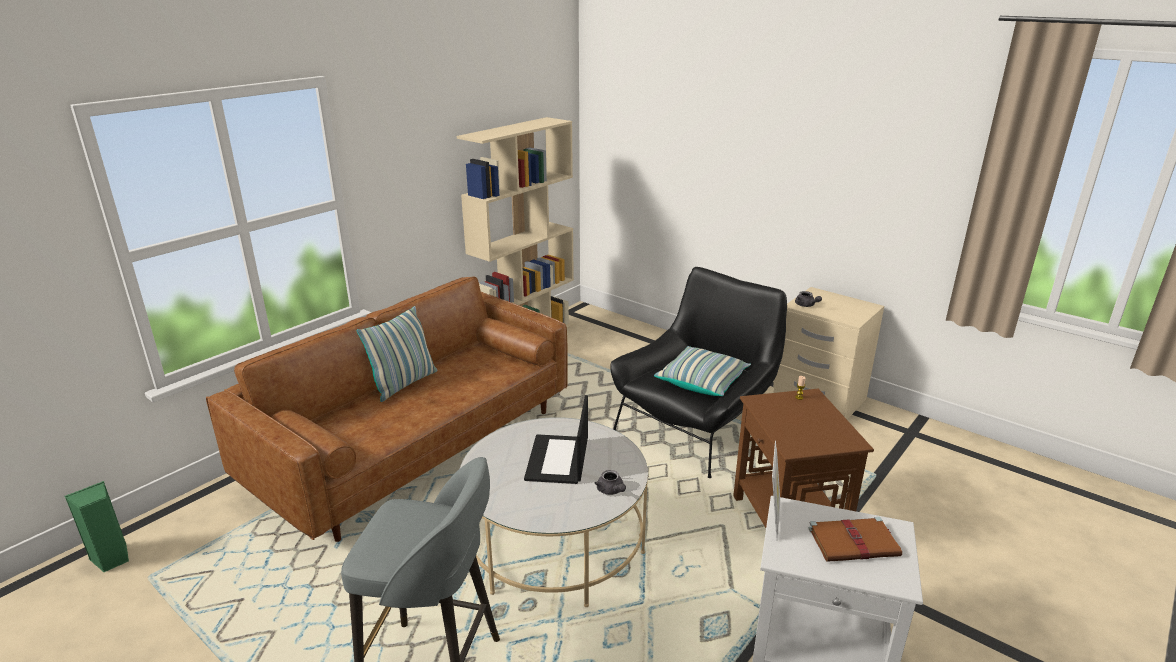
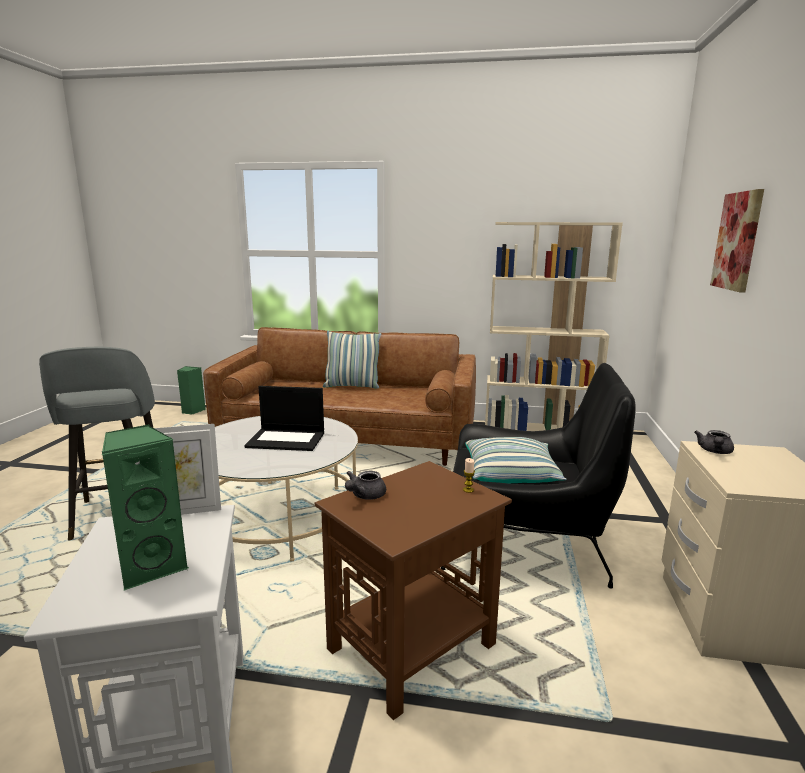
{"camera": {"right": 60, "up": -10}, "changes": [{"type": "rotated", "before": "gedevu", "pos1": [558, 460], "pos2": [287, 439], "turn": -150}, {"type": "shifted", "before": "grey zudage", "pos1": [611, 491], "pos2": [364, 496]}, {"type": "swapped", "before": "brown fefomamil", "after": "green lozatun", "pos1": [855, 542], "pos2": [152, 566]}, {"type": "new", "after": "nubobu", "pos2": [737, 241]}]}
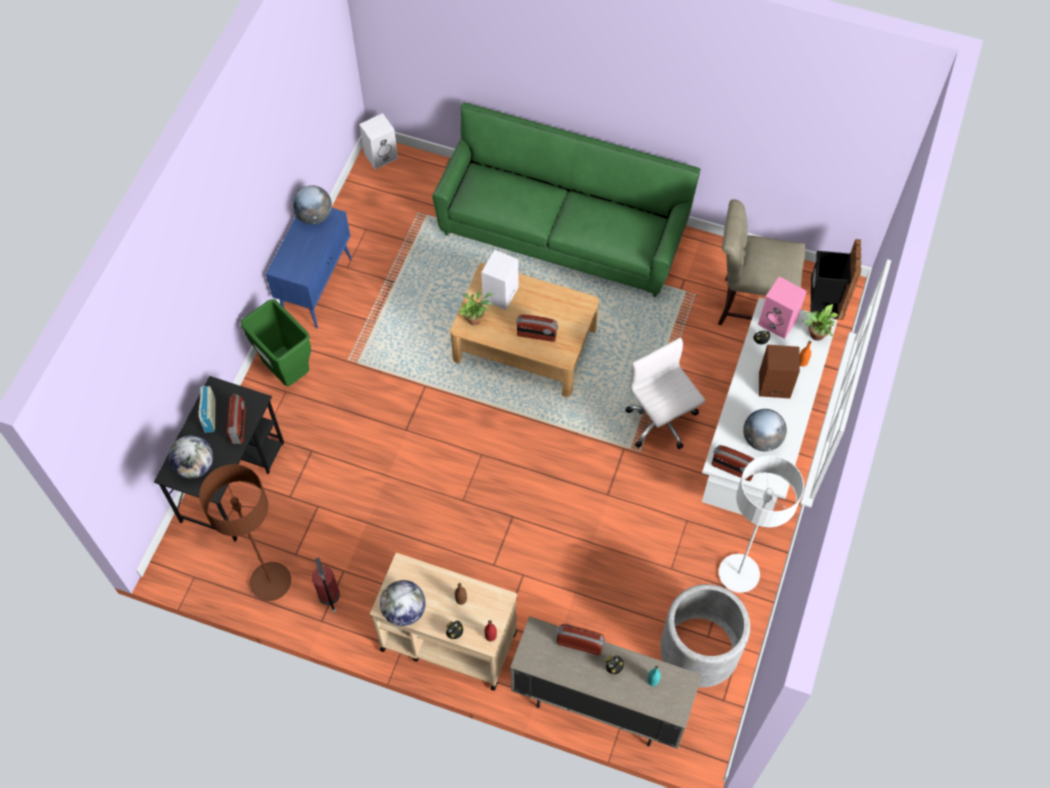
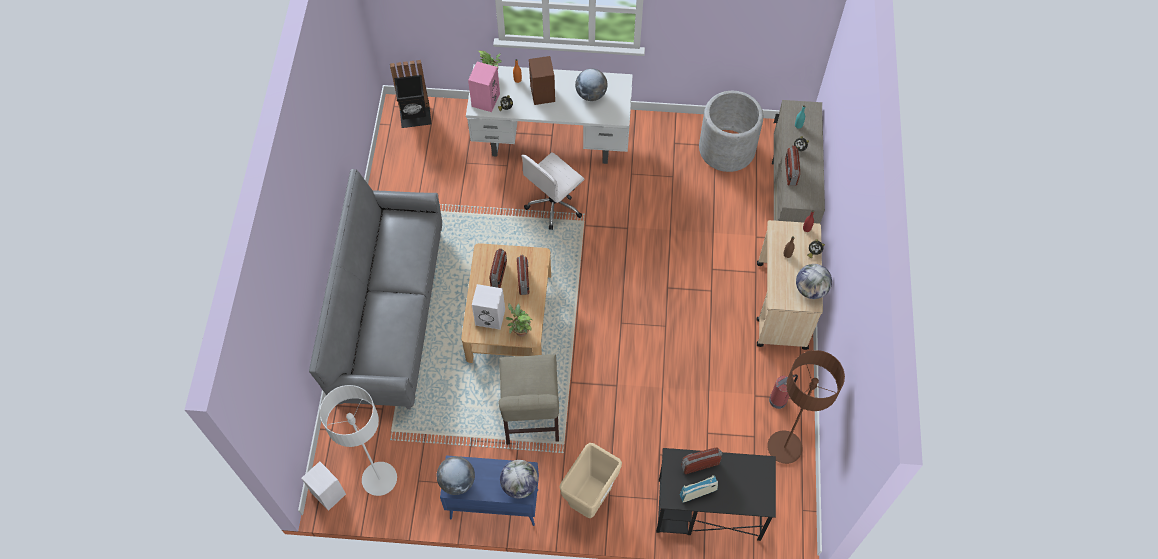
{"camera": {"right": -105, "up": 0}, "changes": [{"type": "repainted", "before": "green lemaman", "after": "grey lemaman", "pos1": [562, 234], "pos2": [389, 313]}, {"type": "shifted", "before": "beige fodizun", "pos1": [749, 305], "pos2": [531, 419]}, {"type": "repainted", "before": "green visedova", "after": "beige visedova", "pos1": [287, 372], "pos2": [589, 500]}, {"type": "shifted", "before": "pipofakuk", "pos1": [195, 466], "pos2": [519, 484]}, {"type": "shifted", "before": "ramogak", "pos1": [732, 469], "pos2": [499, 274]}, {"type": "shifted", "before": "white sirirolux", "pos1": [738, 574], "pos2": [379, 479]}]}
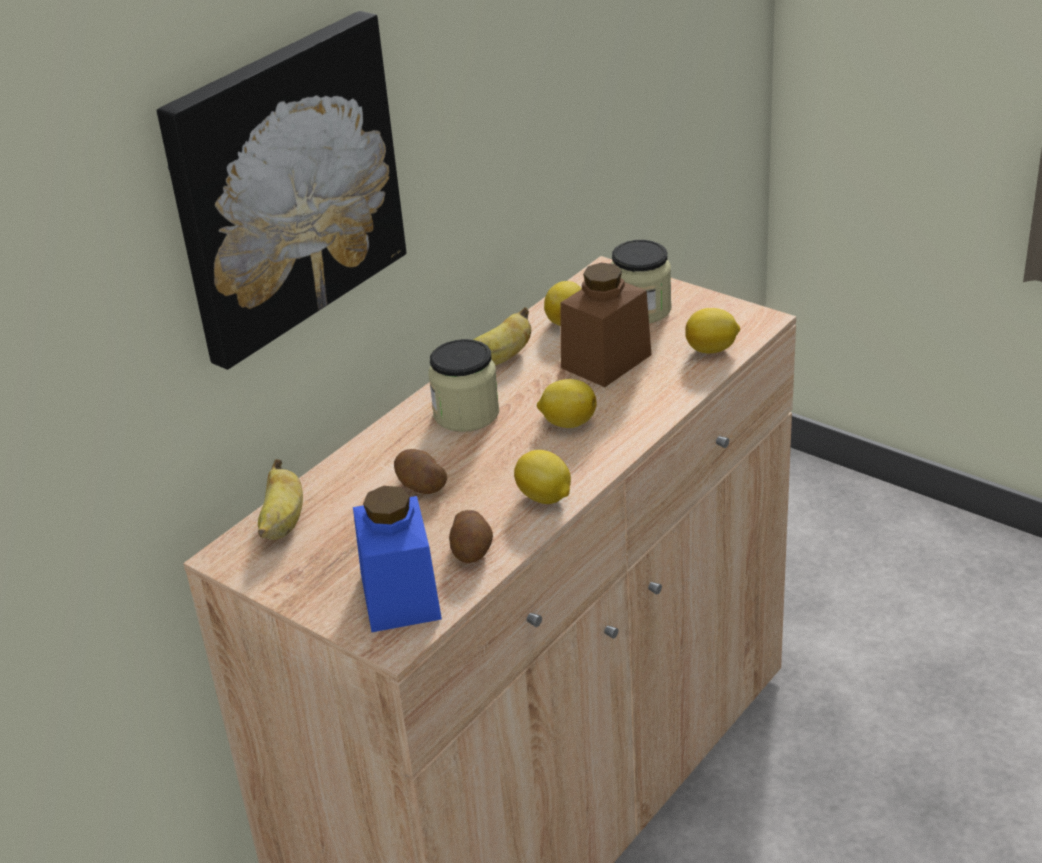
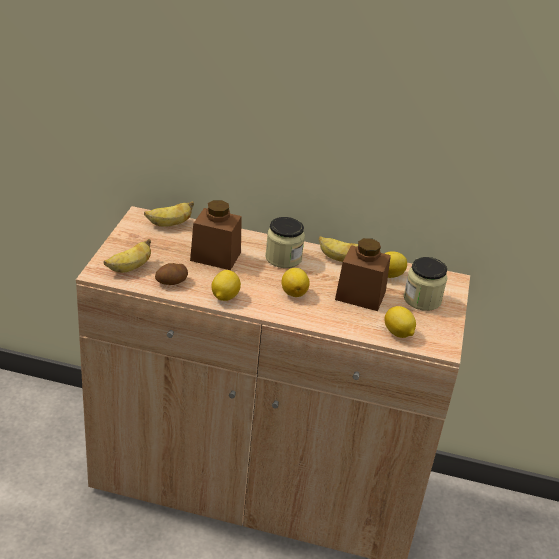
{"camera": {"right": 60, "up": 0}, "changes": [{"type": "gone", "before": "nubobu", "pos1": [283, 185]}, {"type": "swapped", "before": "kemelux", "after": "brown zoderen", "pos1": [420, 486], "pos2": [215, 256]}, {"type": "swapped", "before": "blue zoderen", "after": "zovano", "pos1": [400, 597], "pos2": [129, 268]}]}
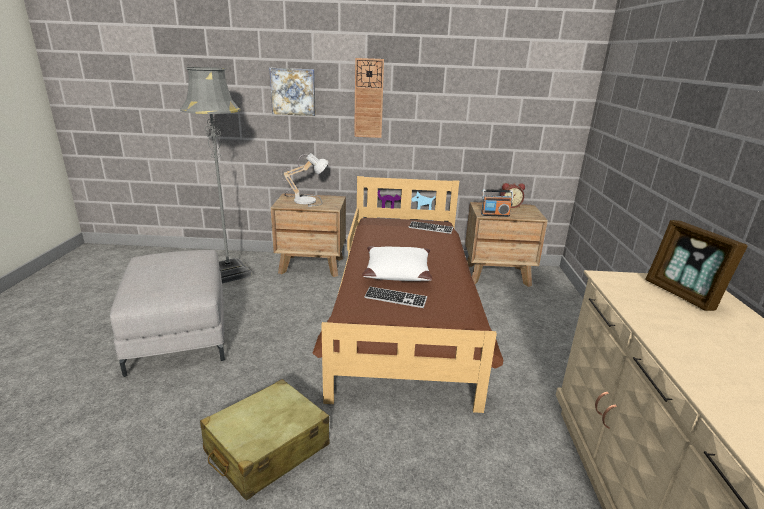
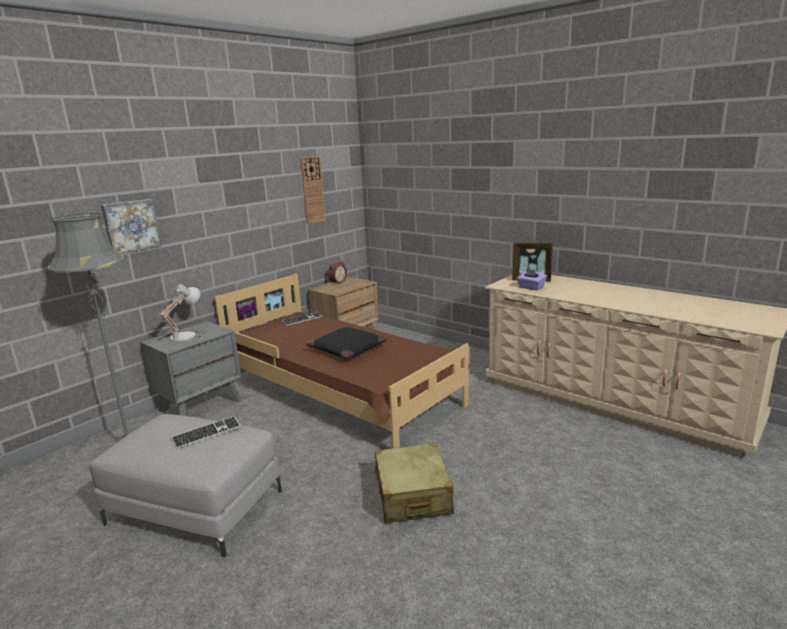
{"camera": {"right": -50, "up": -5}, "changes": [{"type": "shifted", "before": "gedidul", "pos1": [368, 98], "pos2": [312, 189]}, {"type": "gone", "before": "ramogak", "pos1": [495, 215]}, {"type": "repainted", "before": "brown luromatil", "after": "grey luromatil", "pos1": [312, 265], "pos2": [200, 405]}, {"type": "repainted", "before": "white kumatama", "after": "black kumatama", "pos1": [396, 271], "pos2": [347, 350]}, {"type": "shifted", "before": "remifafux", "pos1": [395, 299], "pos2": [207, 433]}, {"type": "new", "after": "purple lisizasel", "pos2": [531, 288]}]}
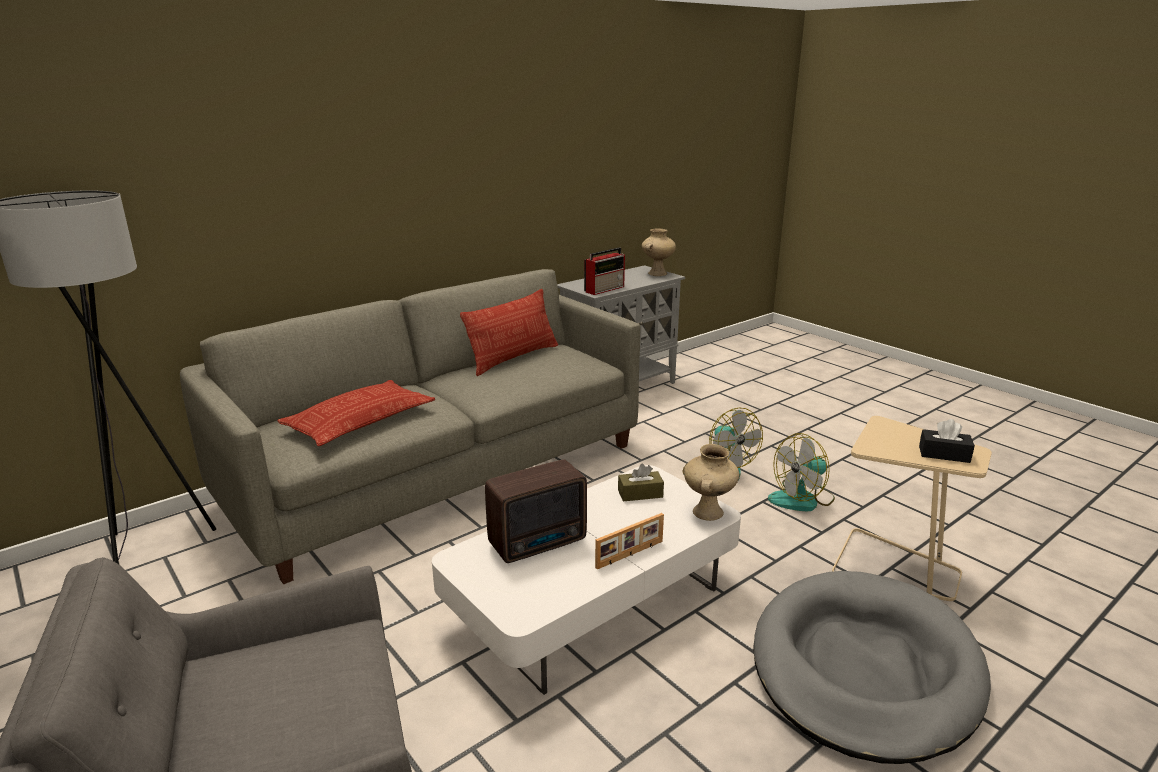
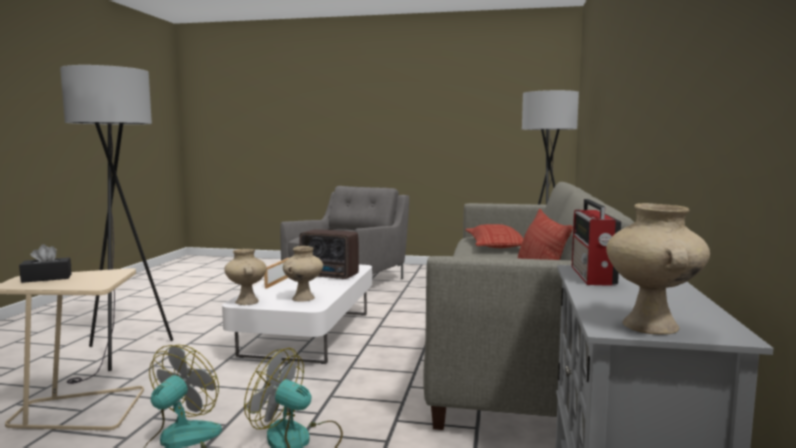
{"camera": {"right": 140, "up": -15}, "changes": [{"type": "rotated", "before": "ramogak", "pos1": [540, 543], "pos2": [330, 276], "turn": -90}, {"type": "swapped", "before": "brown lisizasel", "after": "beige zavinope", "pos1": [640, 494], "pos2": [303, 298]}, {"type": "swapped", "before": "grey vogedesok", "after": "grey sirirolux", "pos1": [864, 668], "pos2": [124, 355]}]}
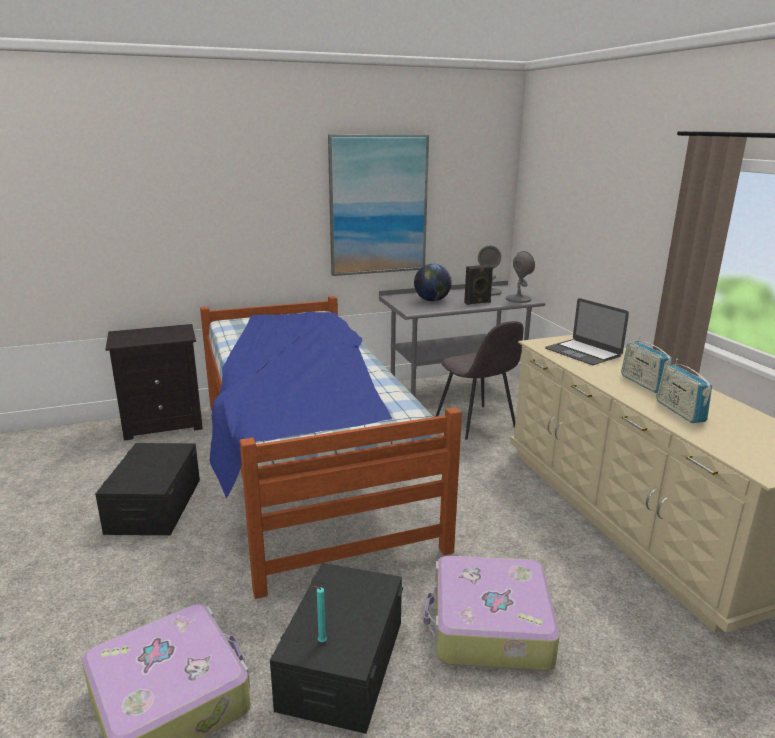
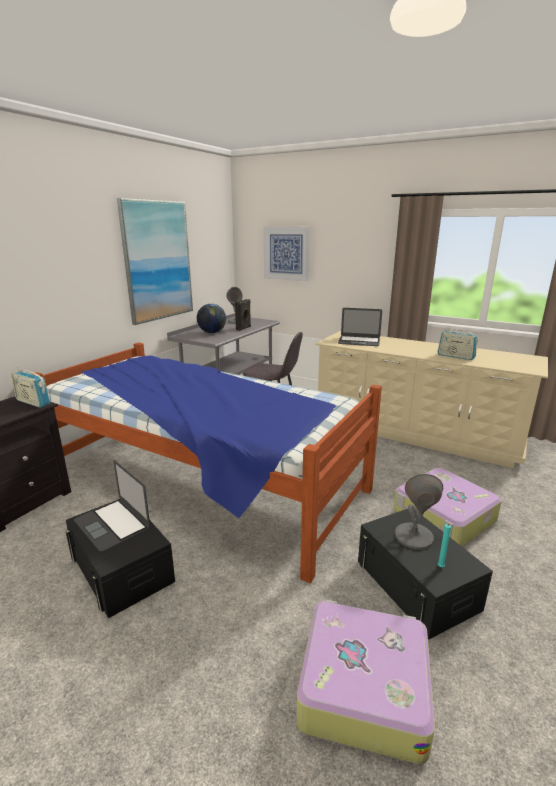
{"camera": {"right": -40, "up": 0}, "changes": [{"type": "shifted", "before": "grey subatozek", "pos1": [518, 299], "pos2": [413, 536]}, {"type": "shifted", "before": "ramogak", "pos1": [643, 383], "pos2": [33, 402]}, {"type": "new", "after": "nubobu", "pos2": [286, 253]}, {"type": "new", "after": "gedevu", "pos2": [112, 524]}]}
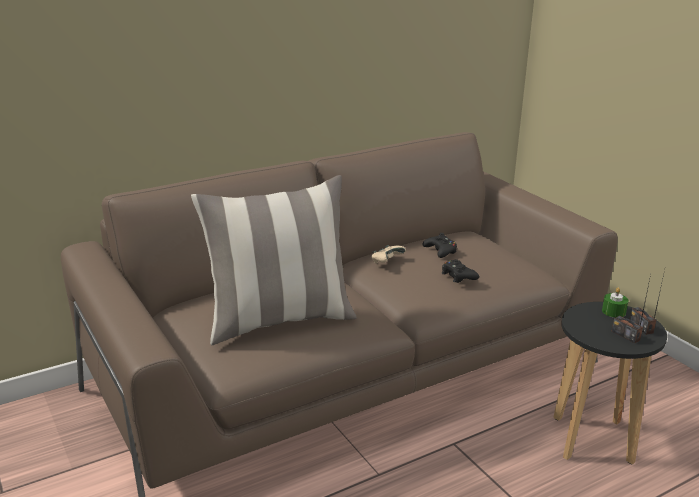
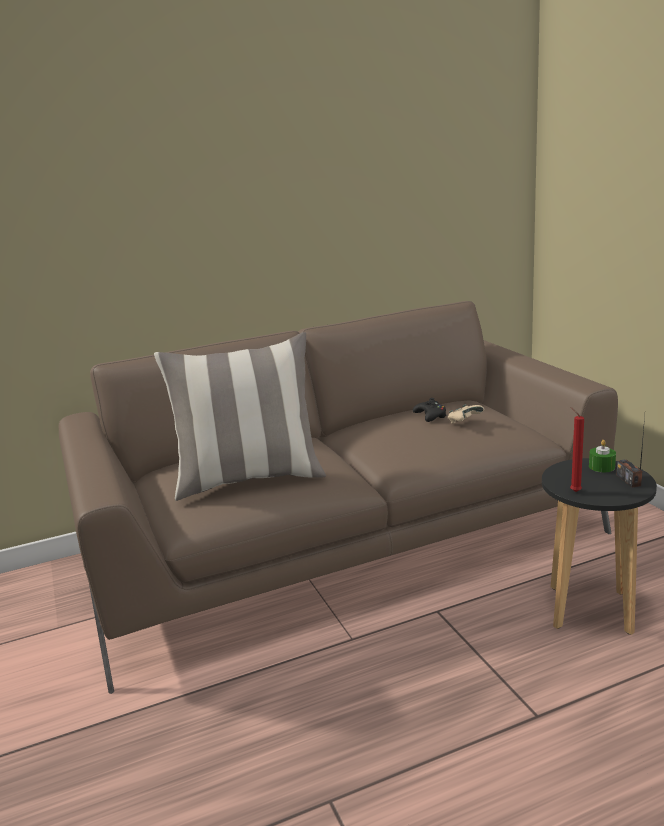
{"camera": {"right": 10, "up": -5}, "changes": [{"type": "shifted", "before": "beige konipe", "pos1": [386, 262], "pos2": [464, 422]}, {"type": "gone", "before": "black konipe", "pos1": [458, 276]}, {"type": "gone", "before": "ramogak", "pos1": [626, 335]}, {"type": "new", "after": "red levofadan", "pos2": [574, 491]}]}
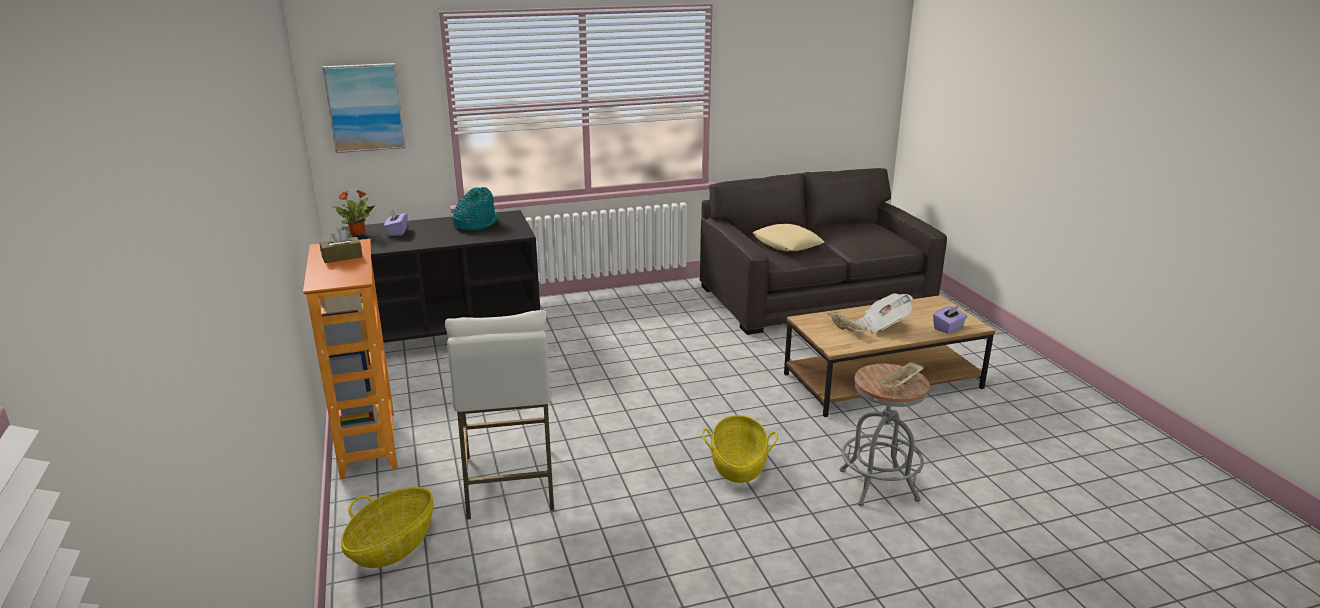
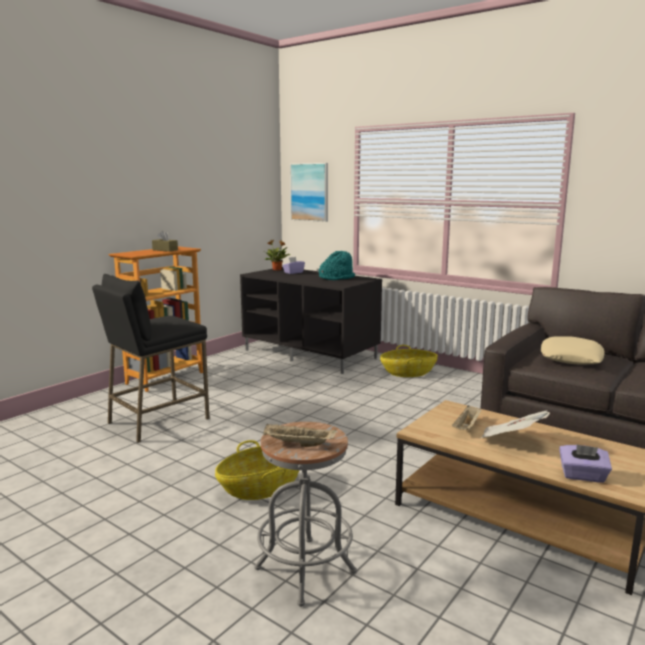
{"camera": {"right": 55, "up": -10}, "changes": [{"type": "repainted", "before": "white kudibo", "after": "black kudibo", "pos1": [509, 483], "pos2": [158, 421]}, {"type": "shifted", "before": "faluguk", "pos1": [393, 546], "pos2": [408, 373]}]}
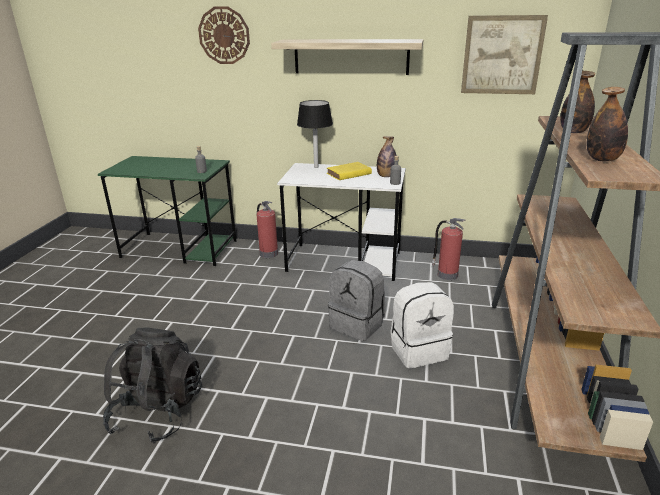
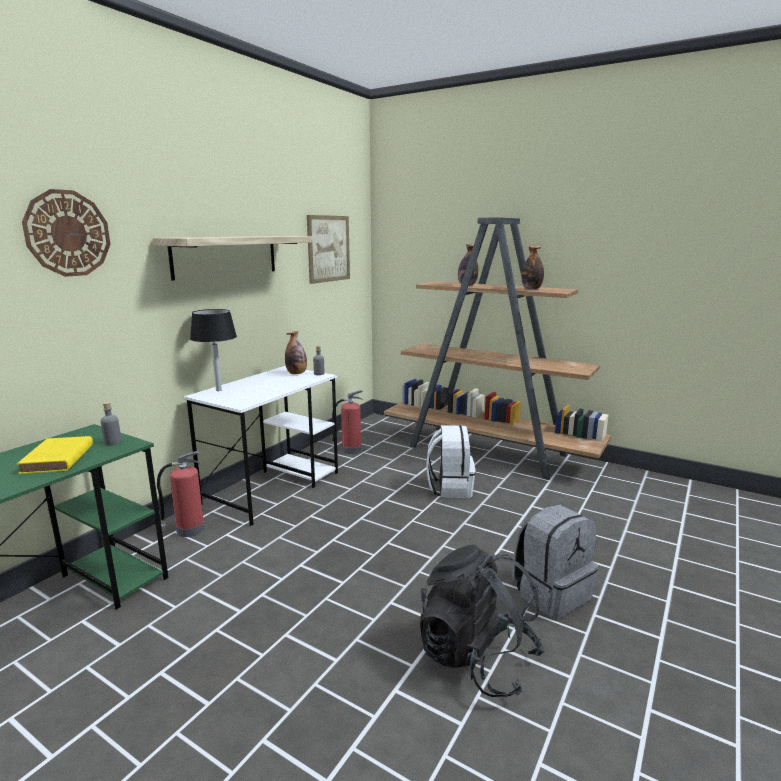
{"camera": {"right": -70, "up": -10}, "changes": [{"type": "shifted", "before": "yellow fefomamil", "pos1": [348, 174], "pos2": [57, 459]}, {"type": "shifted", "before": "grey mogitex", "pos1": [358, 324], "pos2": [551, 593]}]}
